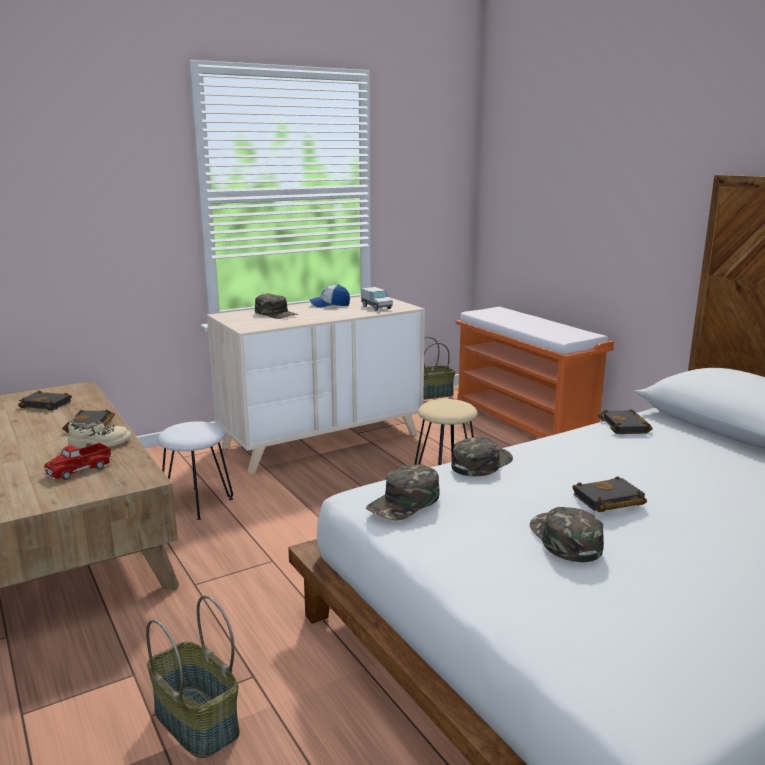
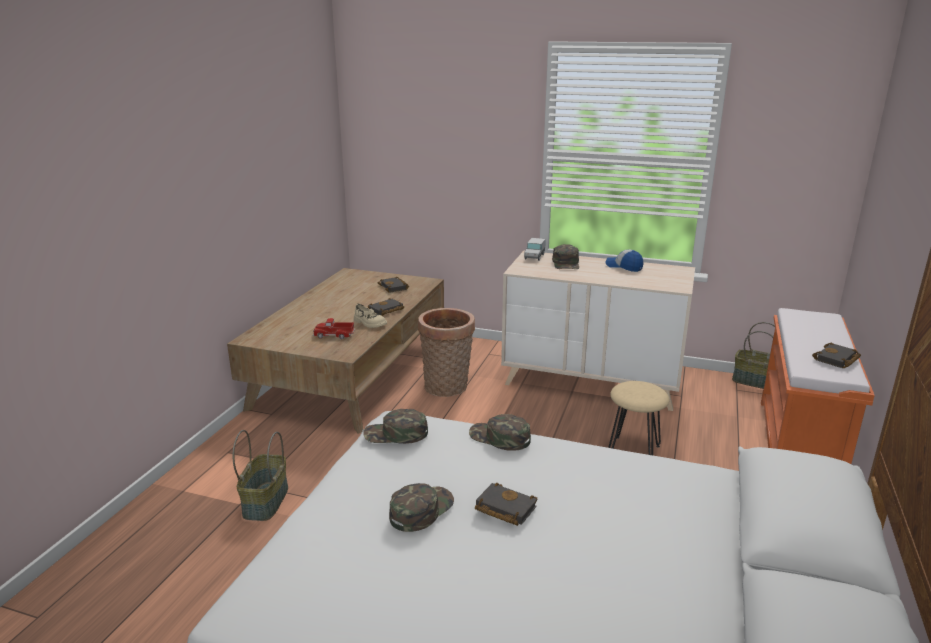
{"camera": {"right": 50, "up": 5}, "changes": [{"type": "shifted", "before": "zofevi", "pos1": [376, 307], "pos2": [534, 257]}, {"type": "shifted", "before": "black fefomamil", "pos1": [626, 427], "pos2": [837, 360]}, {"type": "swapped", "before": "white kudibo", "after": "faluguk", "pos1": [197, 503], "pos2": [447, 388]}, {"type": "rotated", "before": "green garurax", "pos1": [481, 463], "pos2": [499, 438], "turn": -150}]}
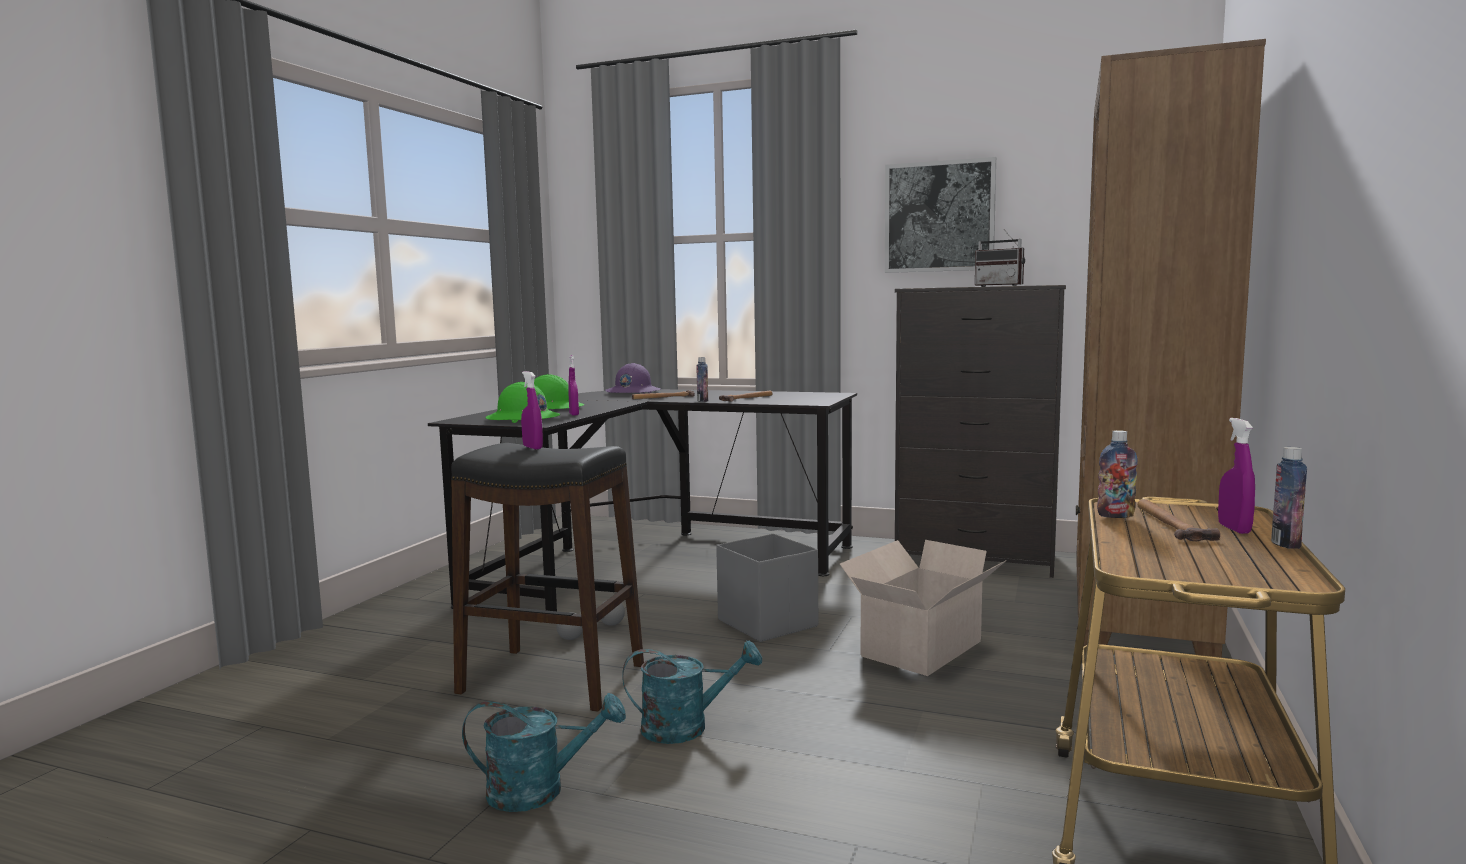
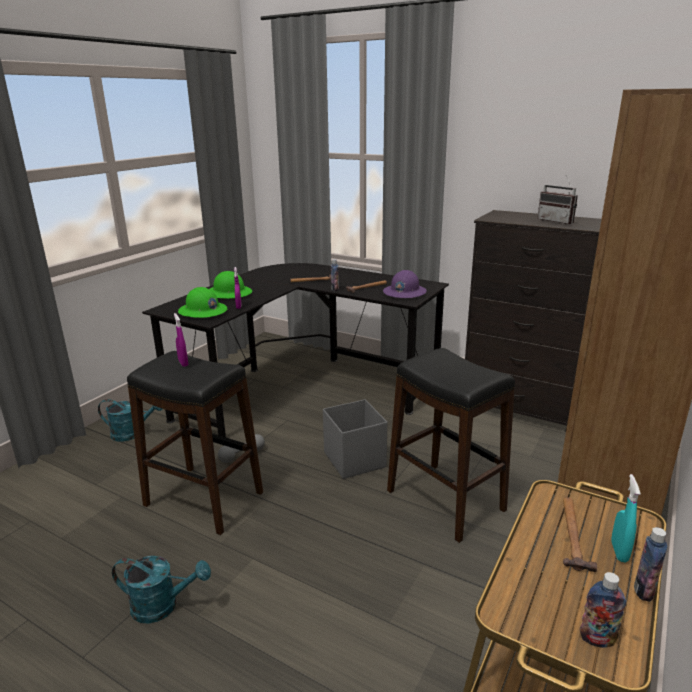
{"camera": {"right": 10, "up": 15}, "changes": [{"type": "gone", "before": "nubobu", "pos1": [939, 217]}, {"type": "shifted", "before": "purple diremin", "pos1": [632, 392], "pos2": [404, 292]}, {"type": "repainted", "before": "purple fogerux", "after": "turquoise fogerux", "pos1": [1234, 529], "pos2": [619, 551]}, {"type": "shifted", "before": "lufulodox", "pos1": [1115, 515], "pos2": [597, 639]}, {"type": "swapped", "before": "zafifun", "after": "black kudibo", "pos1": [919, 649], "pos2": [444, 500]}, {"type": "shifted", "before": "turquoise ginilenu", "pos1": [687, 727], "pos2": [132, 433]}]}
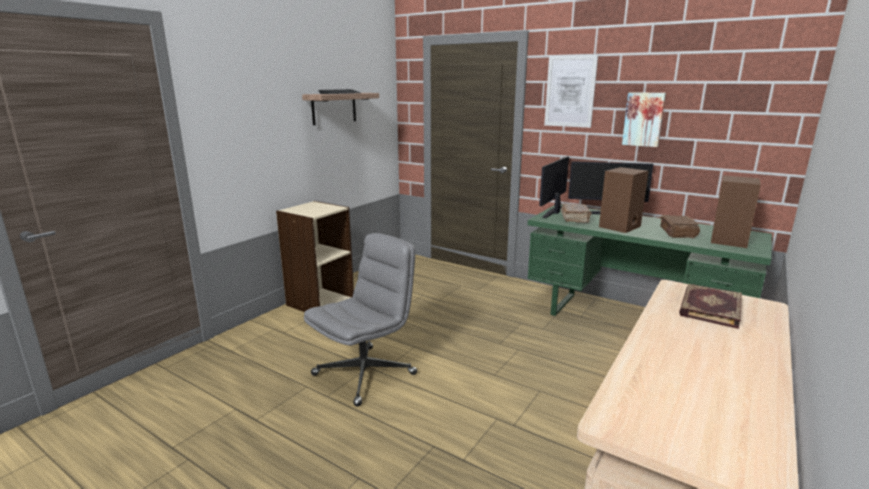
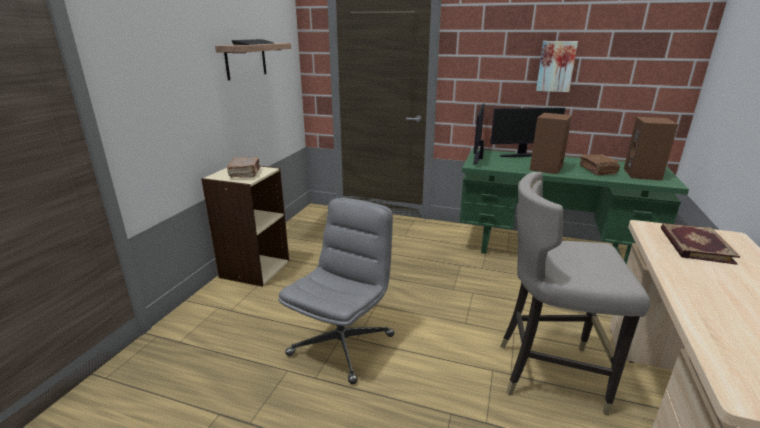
{"camera": {"right": -15, "up": 5}, "changes": [{"type": "gone", "before": "nubobu", "pos1": [570, 91]}, {"type": "shifted", "before": "brown fefomamil", "pos1": [575, 219], "pos2": [245, 174]}, {"type": "new", "after": "grey kudibo", "pos2": [548, 373]}]}
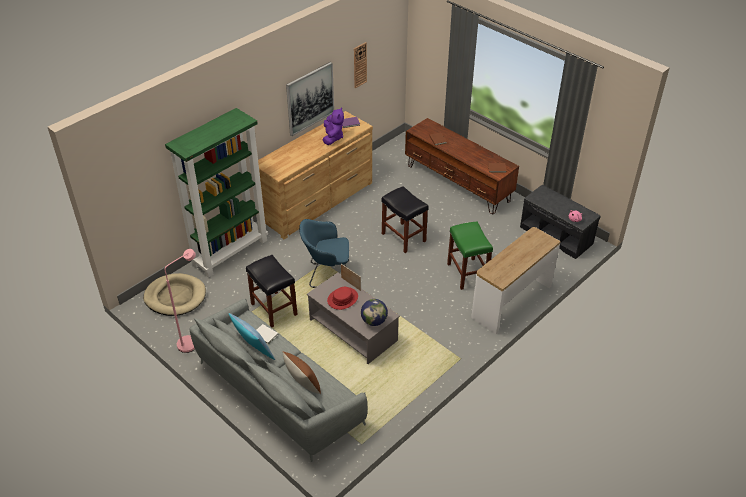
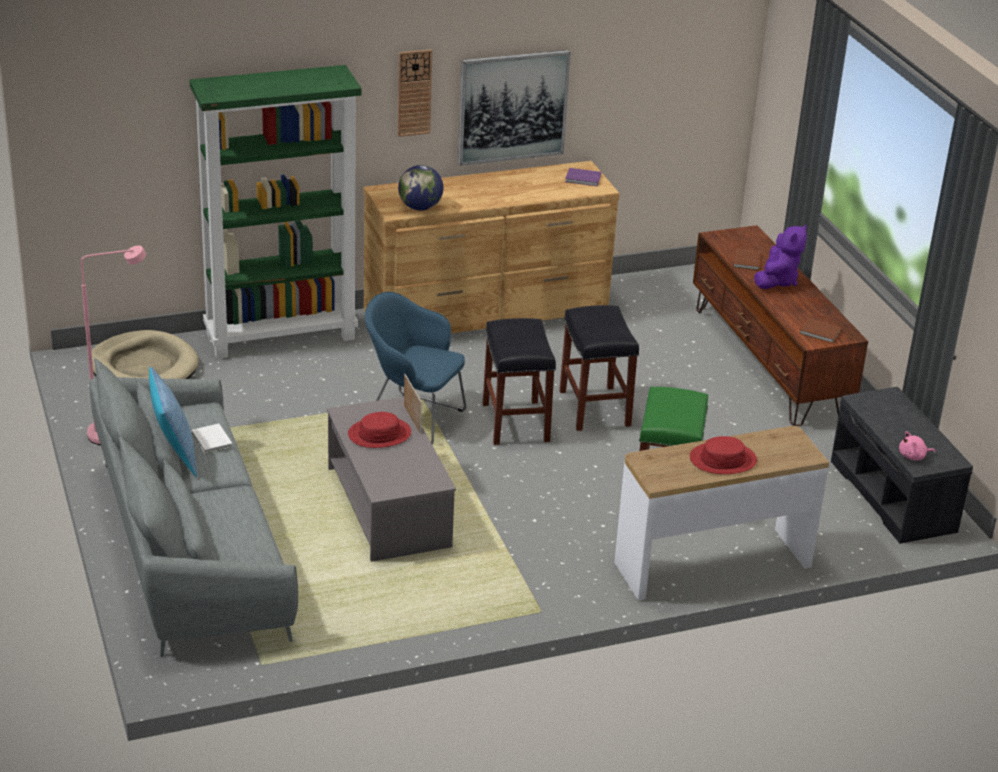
{"camera": {"right": 25, "up": -10}, "changes": [{"type": "shifted", "before": "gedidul", "pos1": [360, 65], "pos2": [414, 92]}, {"type": "shifted", "before": "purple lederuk", "pos1": [332, 137], "pos2": [777, 281]}, {"type": "shifted", "before": "black kudibo", "pos1": [274, 309], "pos2": [516, 423]}, {"type": "shifted", "before": "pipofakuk", "pos1": [374, 321], "pos2": [420, 208]}, {"type": "gone", "before": "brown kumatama", "pos1": [303, 385]}, {"type": "new", "after": "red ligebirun", "pos2": [722, 459]}]}
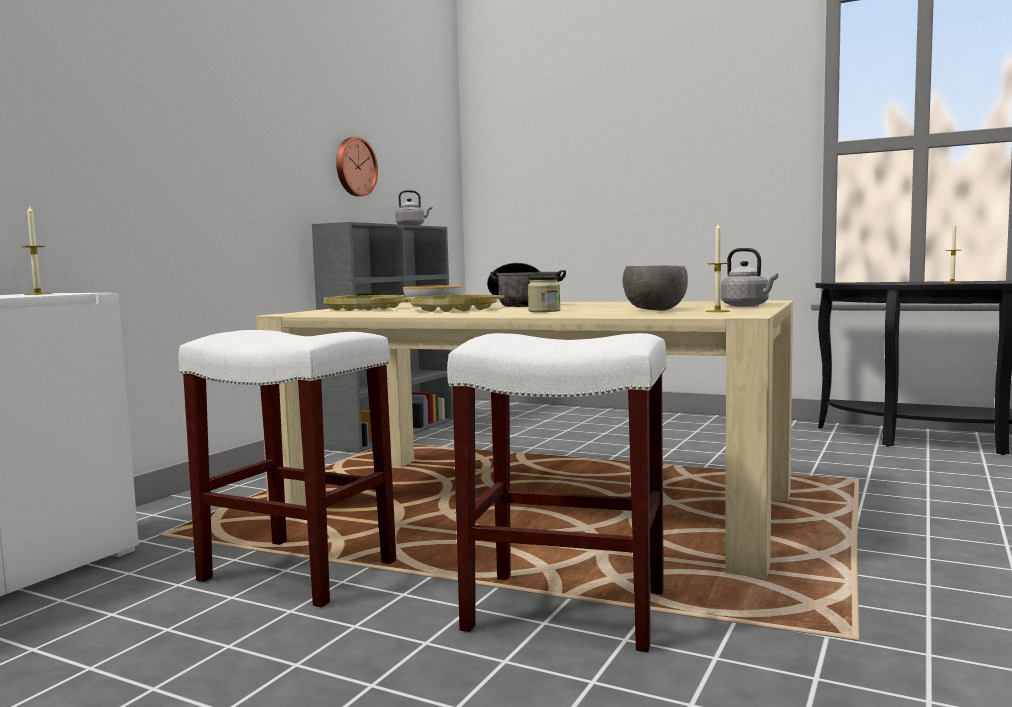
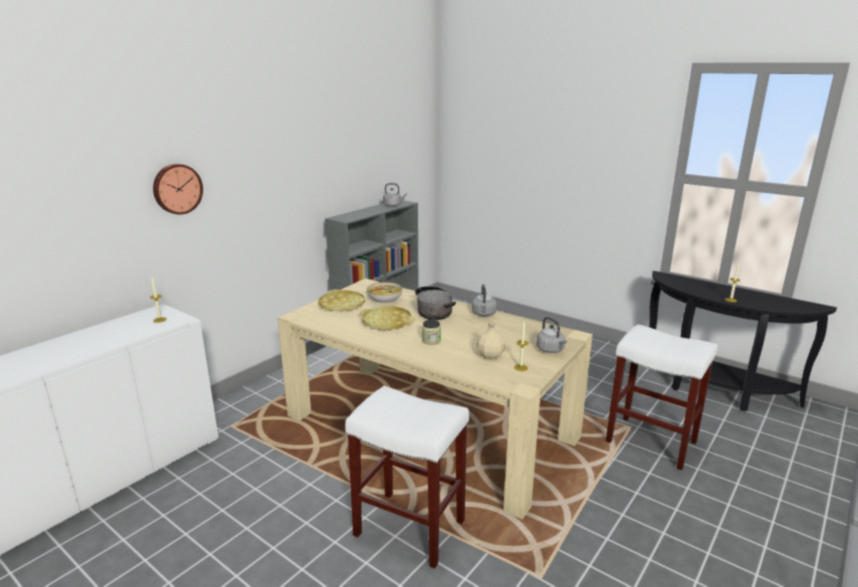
{"camera": {"right": 10, "up": 15}, "changes": [{"type": "shifted", "before": "gedidul", "pos1": [354, 167], "pos2": [177, 188]}, {"type": "swapped", "before": "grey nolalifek", "after": "beige lufulodox", "pos1": [656, 310], "pos2": [490, 355]}, {"type": "shifted", "before": "white kudibo", "pos1": [295, 571], "pos2": [649, 442]}, {"type": "new", "after": "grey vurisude", "pos2": [484, 314]}]}
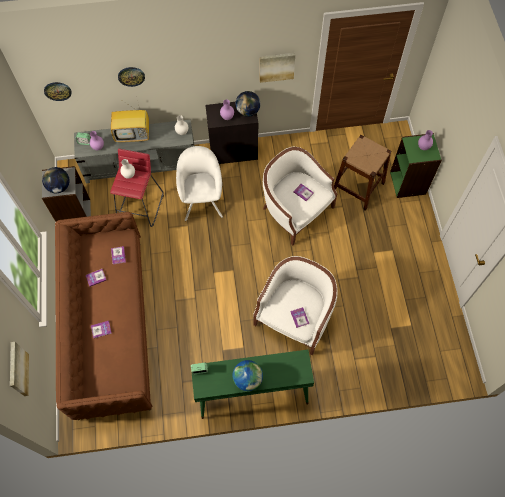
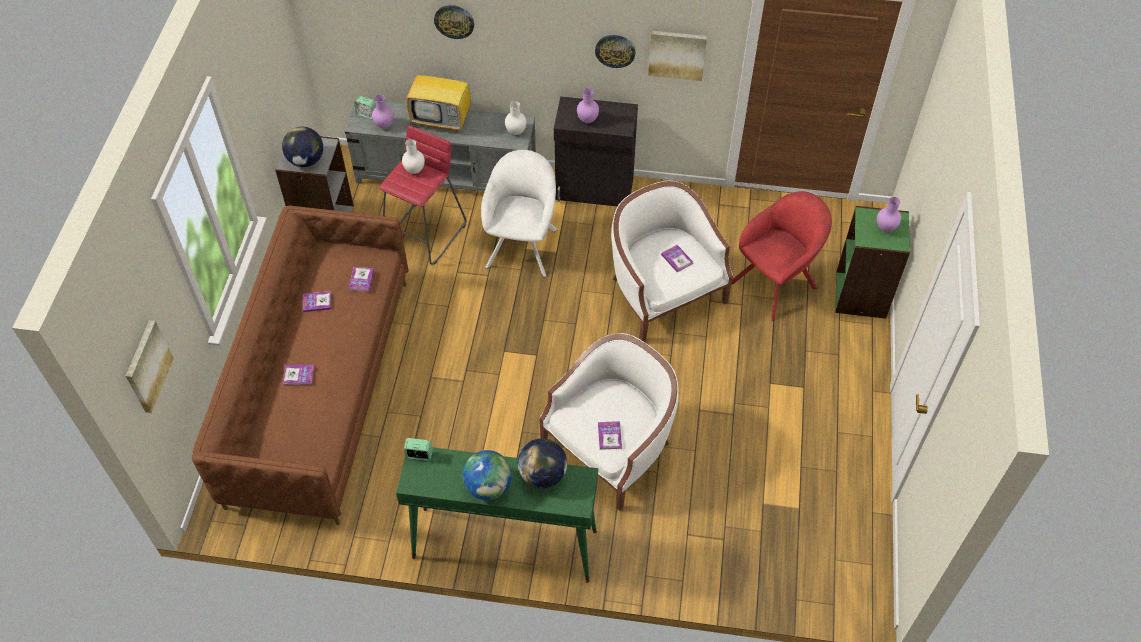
{"camera": {"right": 15, "up": -10}, "changes": [{"type": "shifted", "before": "gedidul", "pos1": [57, 91], "pos2": [615, 50]}, {"type": "shifted", "before": "pipofakuk", "pos1": [248, 111], "pos2": [542, 474]}, {"type": "swapped", "before": "brown kudibo", "after": "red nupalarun", "pos1": [358, 187], "pos2": [776, 282]}]}
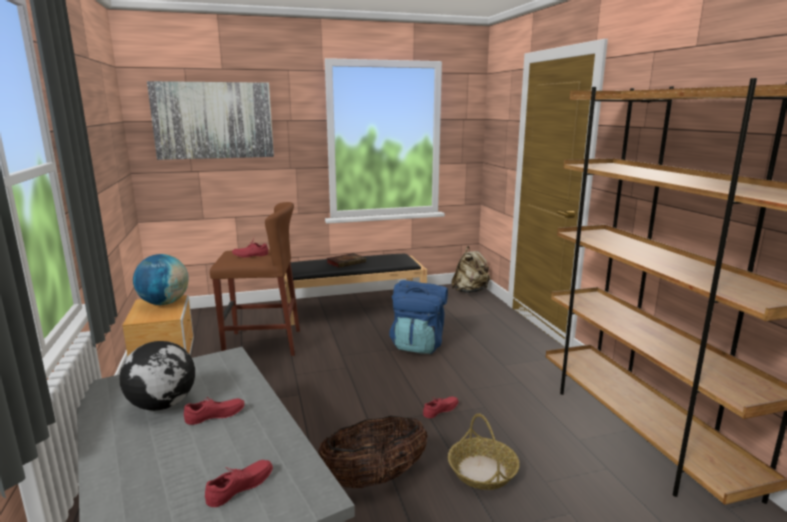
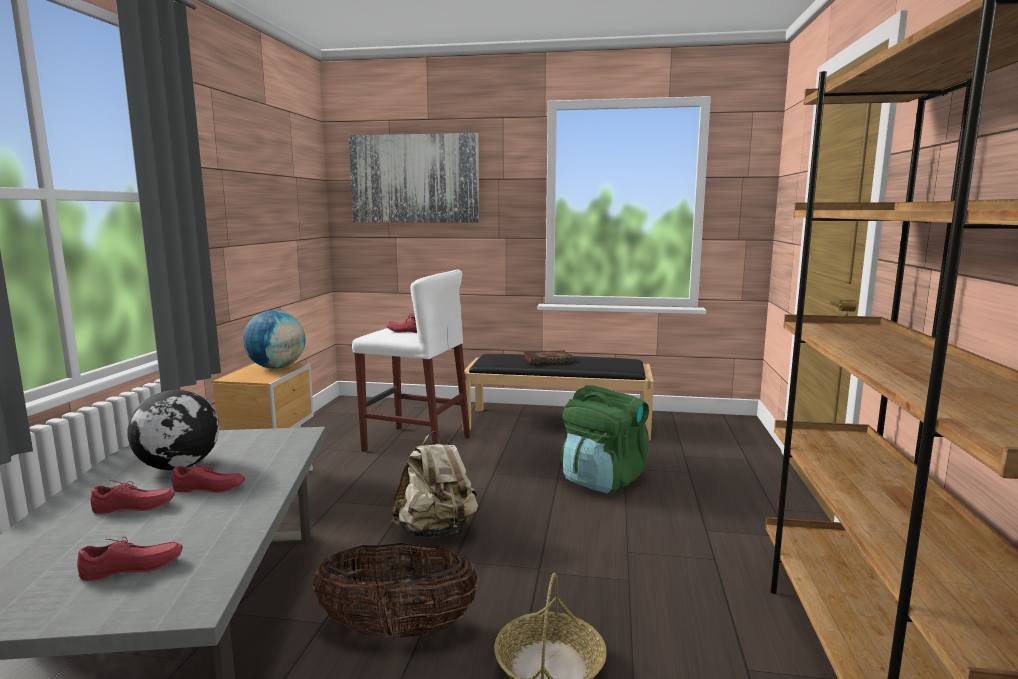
{"camera": {"right": 25, "up": -5}, "changes": [{"type": "repainted", "before": "brown kudibo", "after": "white kudibo", "pos1": [263, 343], "pos2": [416, 444]}, {"type": "shifted", "before": "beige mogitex", "pos1": [470, 291], "pos2": [436, 531]}, {"type": "repainted", "before": "blue mogitex", "after": "green mogitex", "pos1": [418, 344], "pos2": [603, 479]}, {"type": "shifted", "before": "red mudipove", "pos1": [441, 411], "pos2": [133, 508]}]}
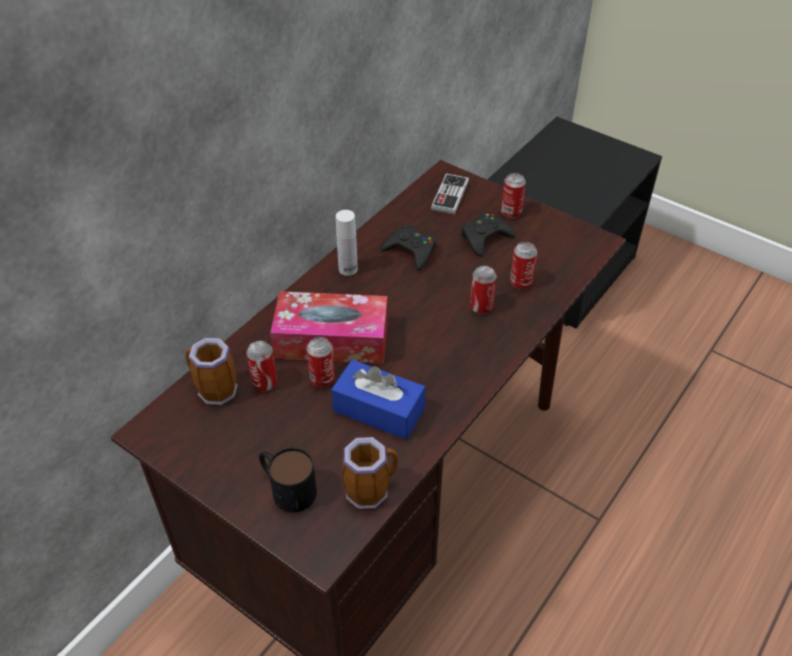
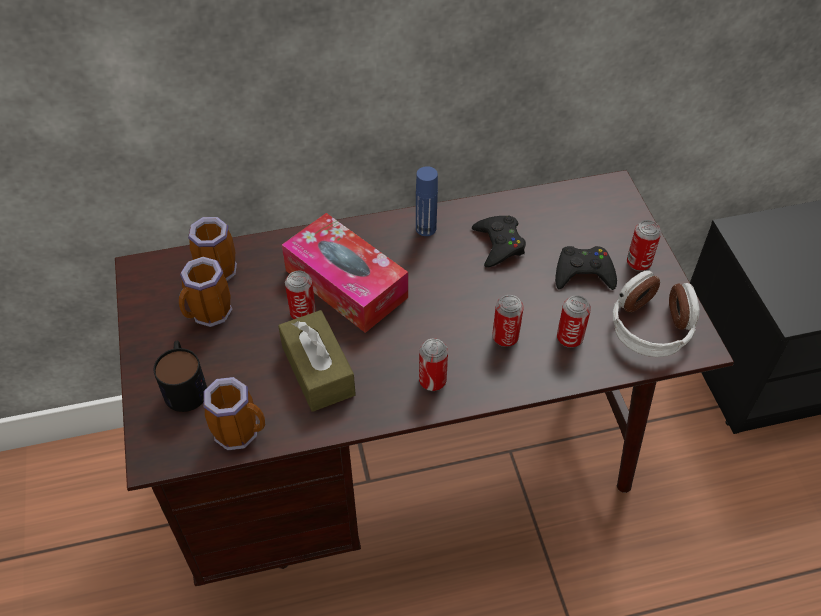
{"camera": {"right": 40, "up": 5}, "changes": [{"type": "gone", "before": "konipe", "pos1": [450, 195]}, {"type": "repainted", "before": "white lufulodox", "after": "blue lufulodox", "pos1": [348, 269], "pos2": [426, 228]}, {"type": "shifted", "before": "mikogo", "pos1": [264, 383], "pos2": [432, 381]}, {"type": "repainted", "before": "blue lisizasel", "after": "brown lisizasel", "pos1": [379, 410], "pos2": [318, 371]}, {"type": "new", "after": "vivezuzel", "pos2": [210, 315]}, {"type": "new", "after": "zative", "pos2": [651, 326]}]}
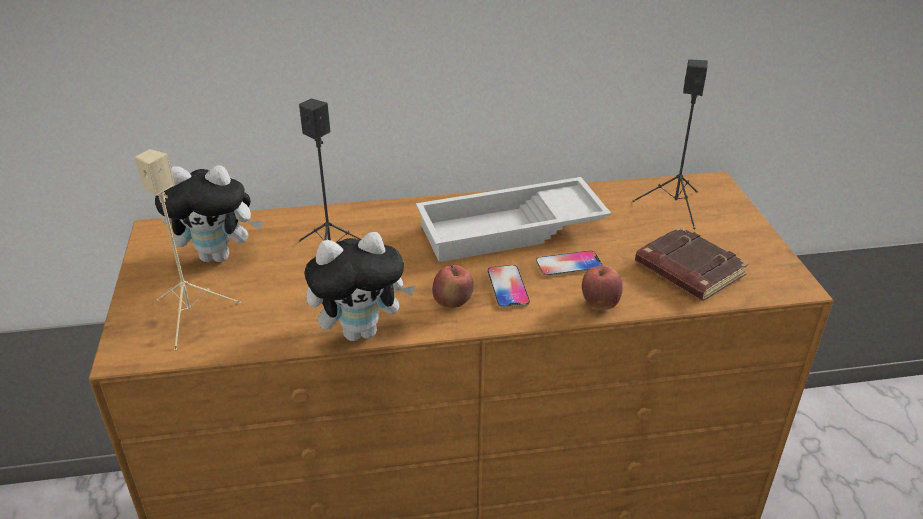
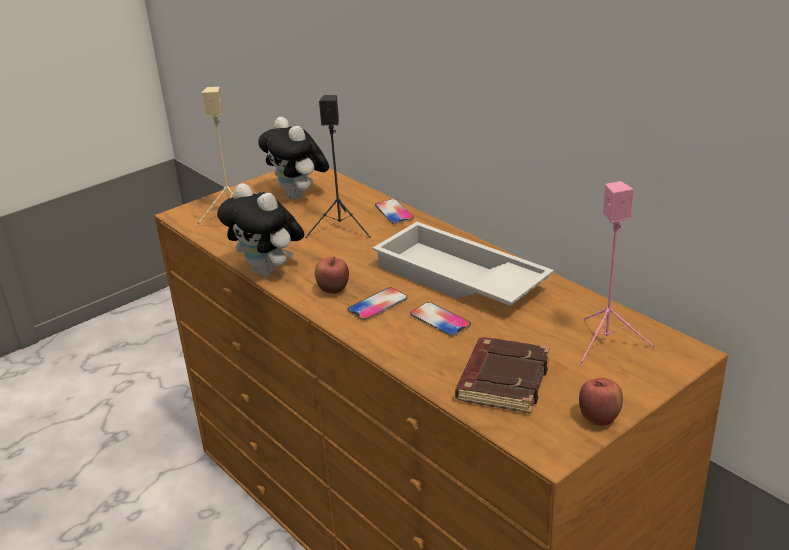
{"camera": {"right": 60, "up": -5}, "changes": [{"type": "repainted", "before": "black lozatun", "after": "pink lozatun", "pos1": [674, 206], "pos2": [607, 343]}, {"type": "shifted", "before": "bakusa", "pos1": [599, 304], "pos2": [599, 419]}, {"type": "new", "after": "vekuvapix", "pos2": [394, 212]}]}
